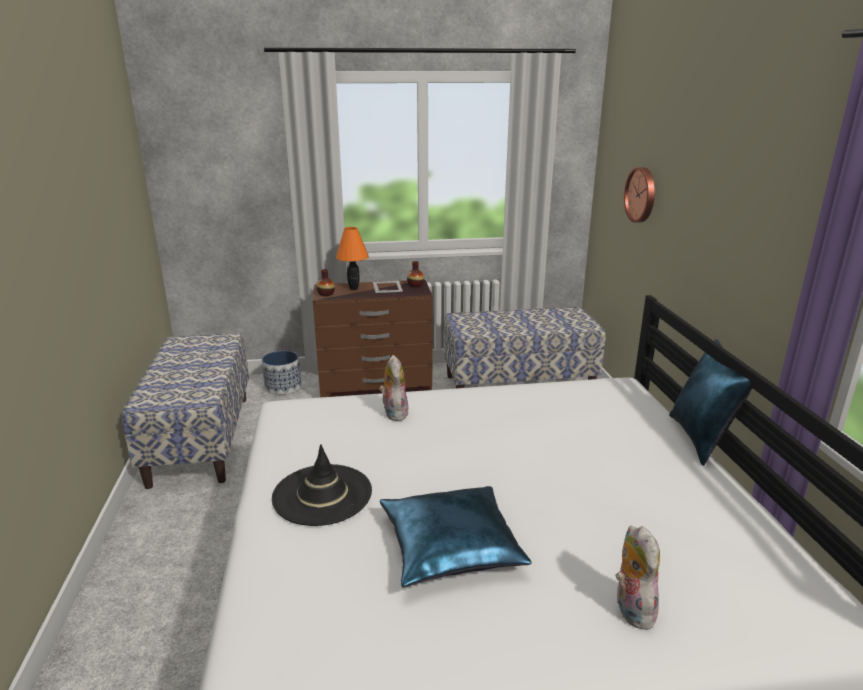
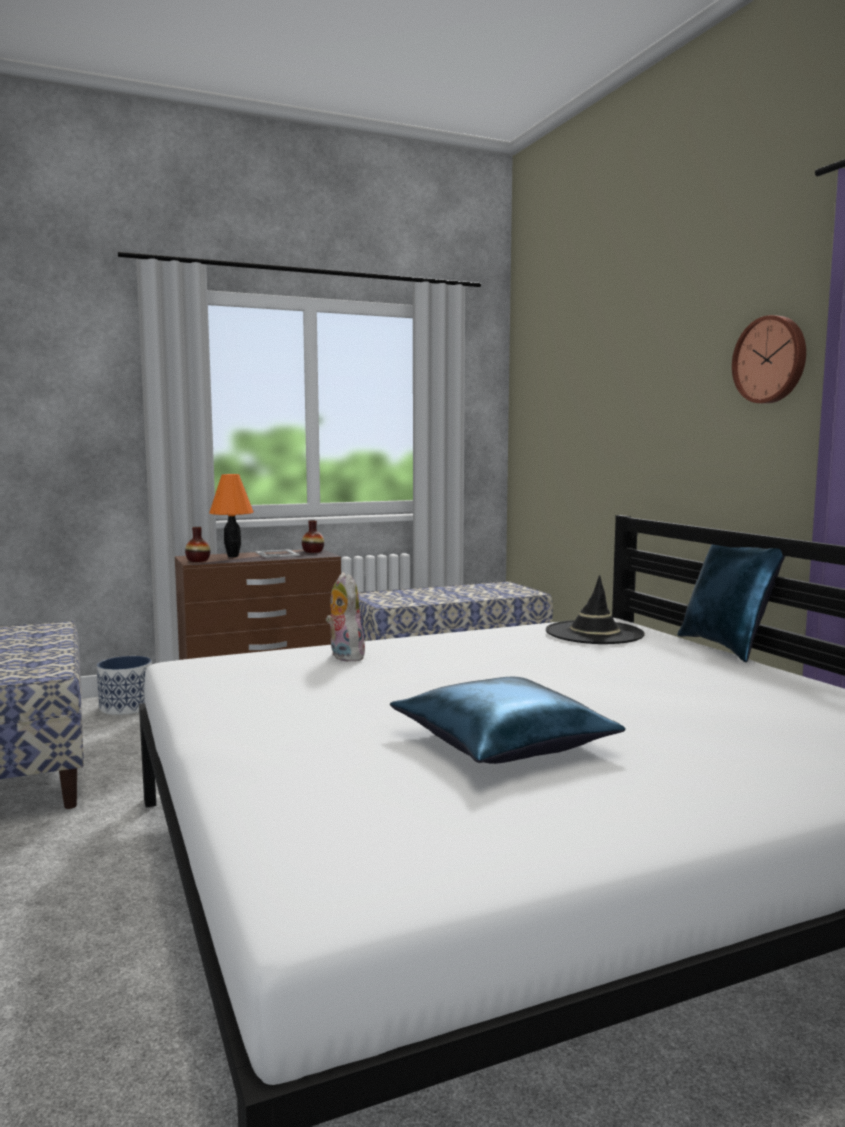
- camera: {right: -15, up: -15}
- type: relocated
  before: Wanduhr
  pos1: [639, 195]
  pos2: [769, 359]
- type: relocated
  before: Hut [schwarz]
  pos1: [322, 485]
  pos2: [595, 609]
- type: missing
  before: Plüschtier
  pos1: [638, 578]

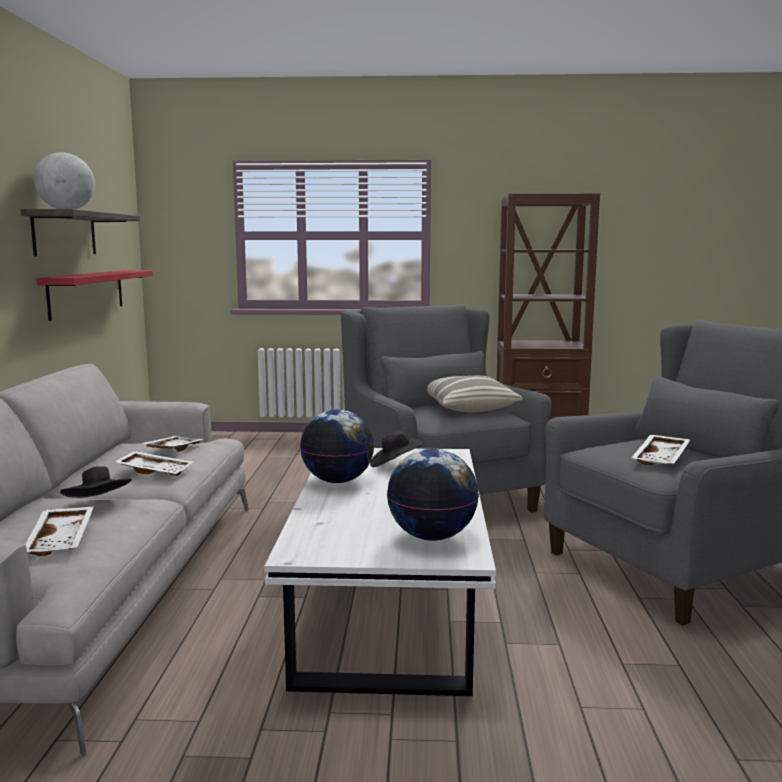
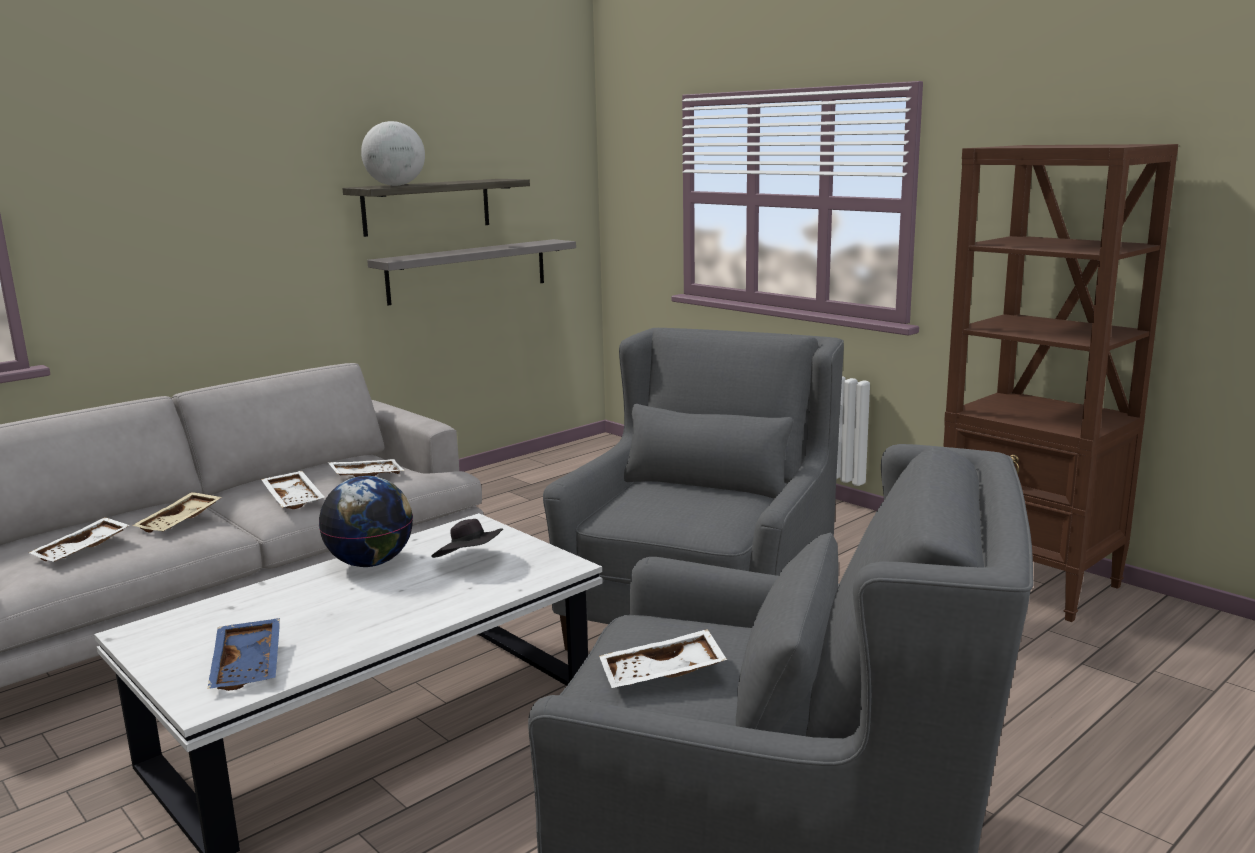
- camera: {right: 45, up: 5}
- type: colour
  before: Wandregal [rot]
  after: Wandregal [grau]
  pos1: [95, 295]
  pos2: [471, 272]
- type: missing
  before: Kissen
  pos1: [475, 393]
- type: exchanged
  before: Globus
  after: Tablett [blau]
  pos1: [433, 495]
  pos2: [244, 654]
- type: exchanged
  before: Hut [schwarz]
  after: Tablett [beige]
  pos1: [96, 482]
  pos2: [177, 512]

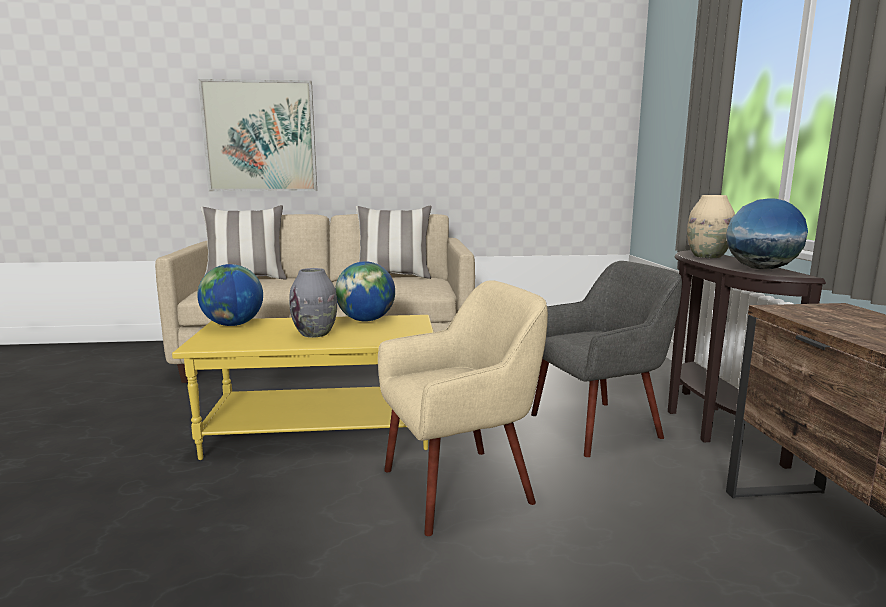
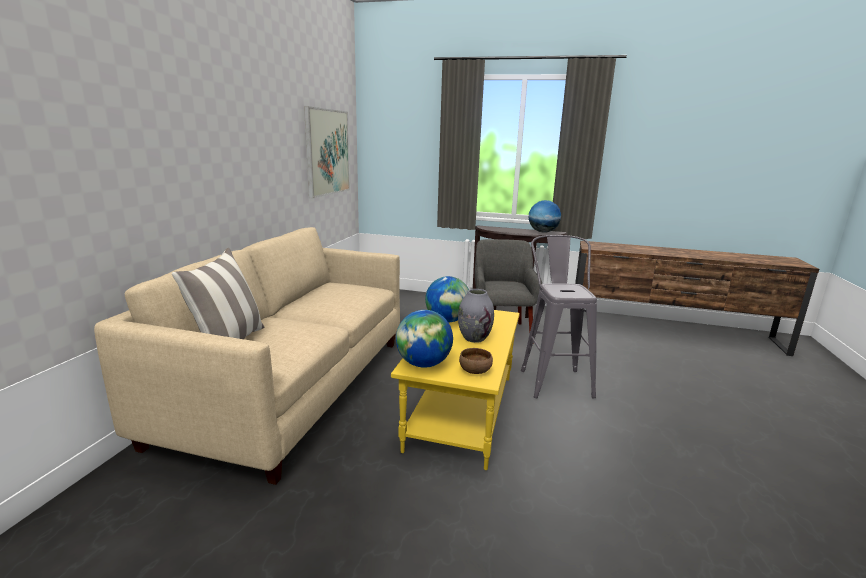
- camera: {right: -70, up: 5}
- type: relocated
  before: Bild
  pos1: [258, 135]
  pos2: [327, 152]
- type: missing
  before: Vase [beige]
  pos1: [711, 226]
- type: missing
  before: Kissen
  pos1: [393, 242]
- type: exchanged
  before: Sessel [beige]
  after: Hocker [grau]
  pos1: [463, 408]
  pos2: [559, 316]
- type: appeared
  after: Schüssel [braun]
  pos2: [476, 361]

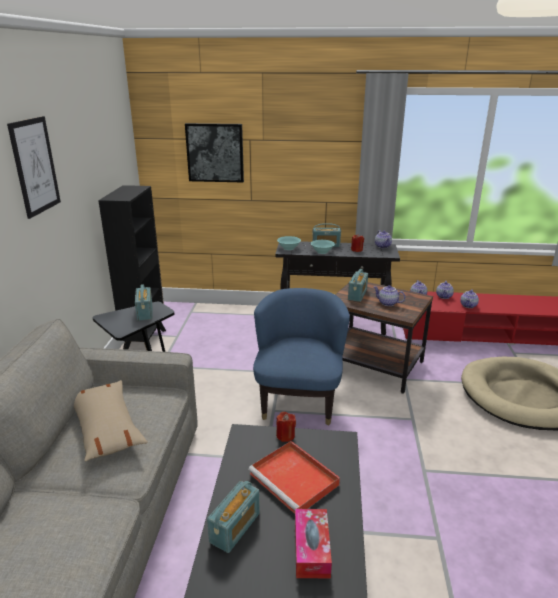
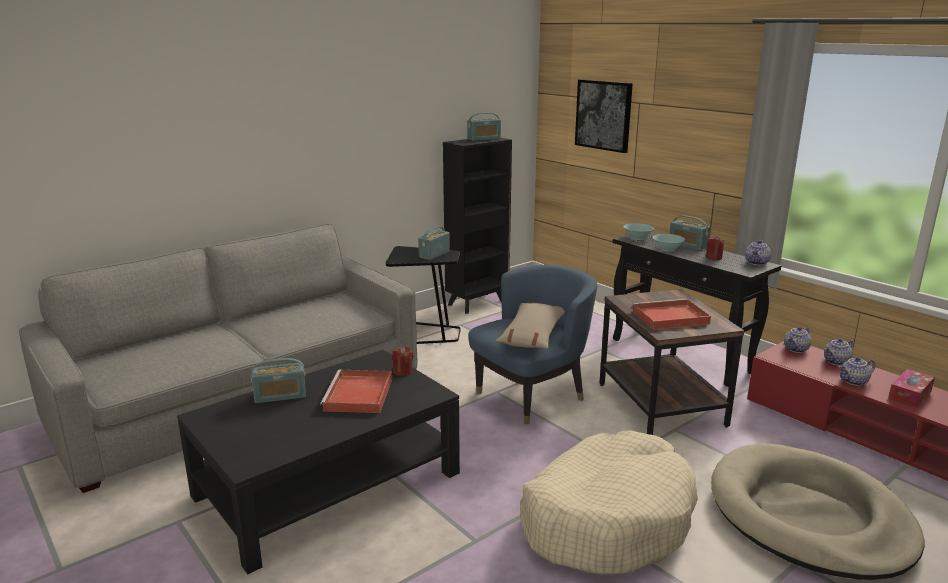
- camera: {right: 45, up: -5}
- type: missing
  before: Bild
  pos1: [34, 167]
- type: relocated
  before: Radio
  pos1: [358, 285]
  pos2: [484, 126]
- type: exchanged
  before: Teekanne
  after: Tablett [rot]
  pos1: [389, 295]
  pos2: [671, 314]
- type: relocated
  before: Kissen [beige]
  pos1: [111, 420]
  pos2: [530, 325]
- type: relocated
  before: Taschentuchbox
  pos1: [313, 543]
  pos2: [911, 388]
- type: appeared
  after: Hundebett [beige]
  pos2: [609, 502]

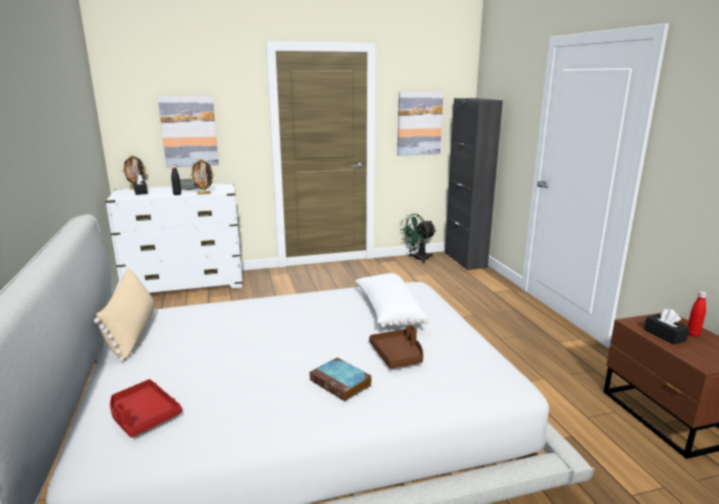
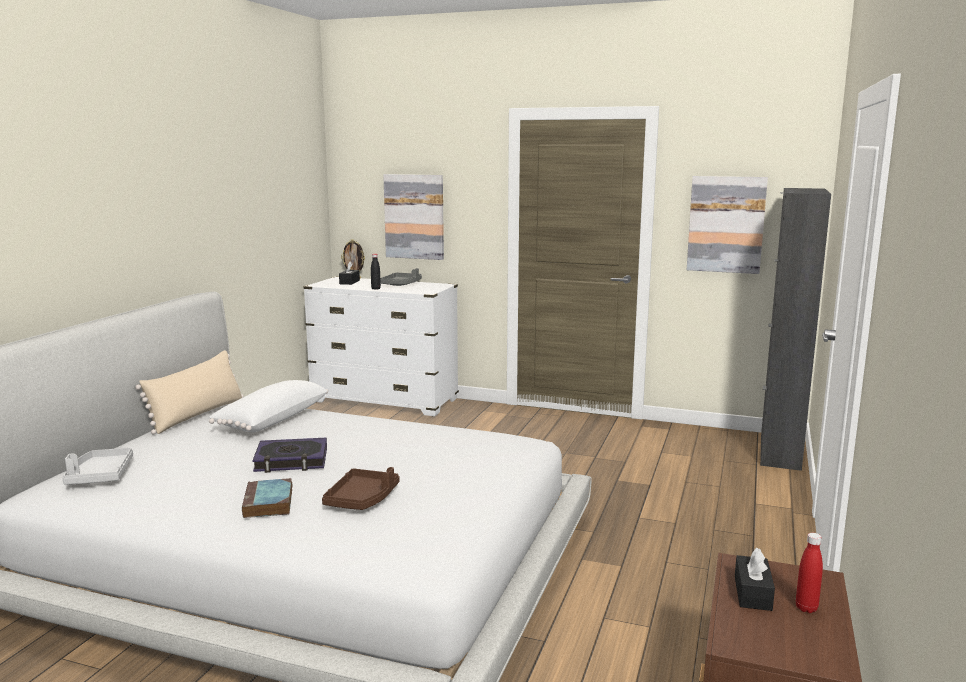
- camera: {right: 35, up: -5}
- type: missing
  before: Bilderrahmen
  pos1: [202, 177]
- type: missing
  before: Ventilator [grün]
  pos1: [418, 238]
- type: relocated
  before: Kissen [weiß]
  pos1: [391, 300]
  pos2: [268, 406]
- type: colour
  before: Tablett [rot]
  after: Tablett [grau]
  pos1: [146, 408]
  pos2: [97, 466]
- type: appeared
  after: Buch
  pos2: [289, 455]

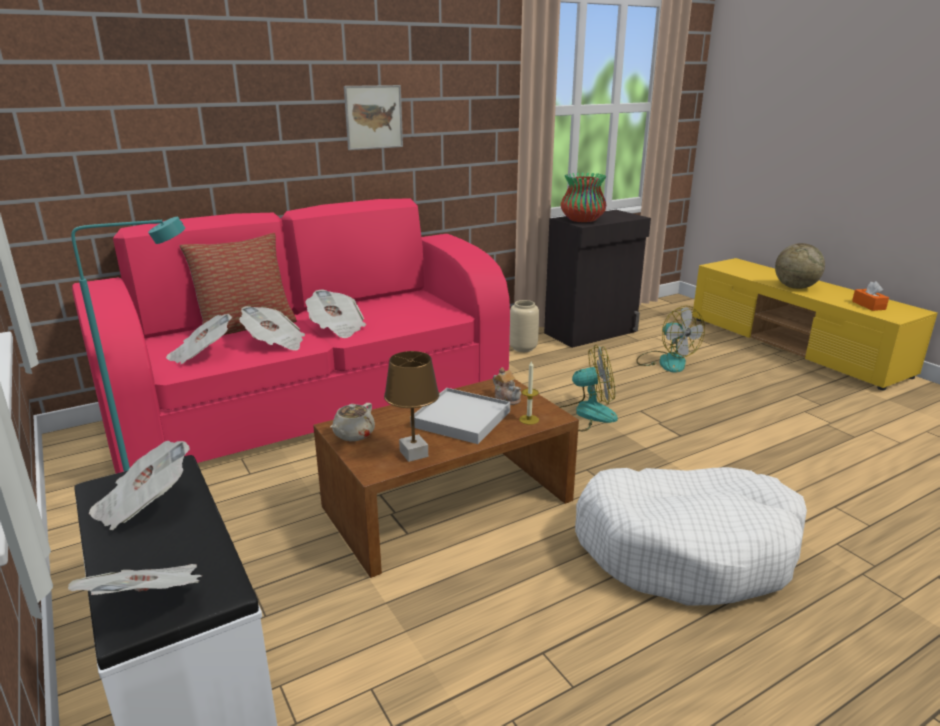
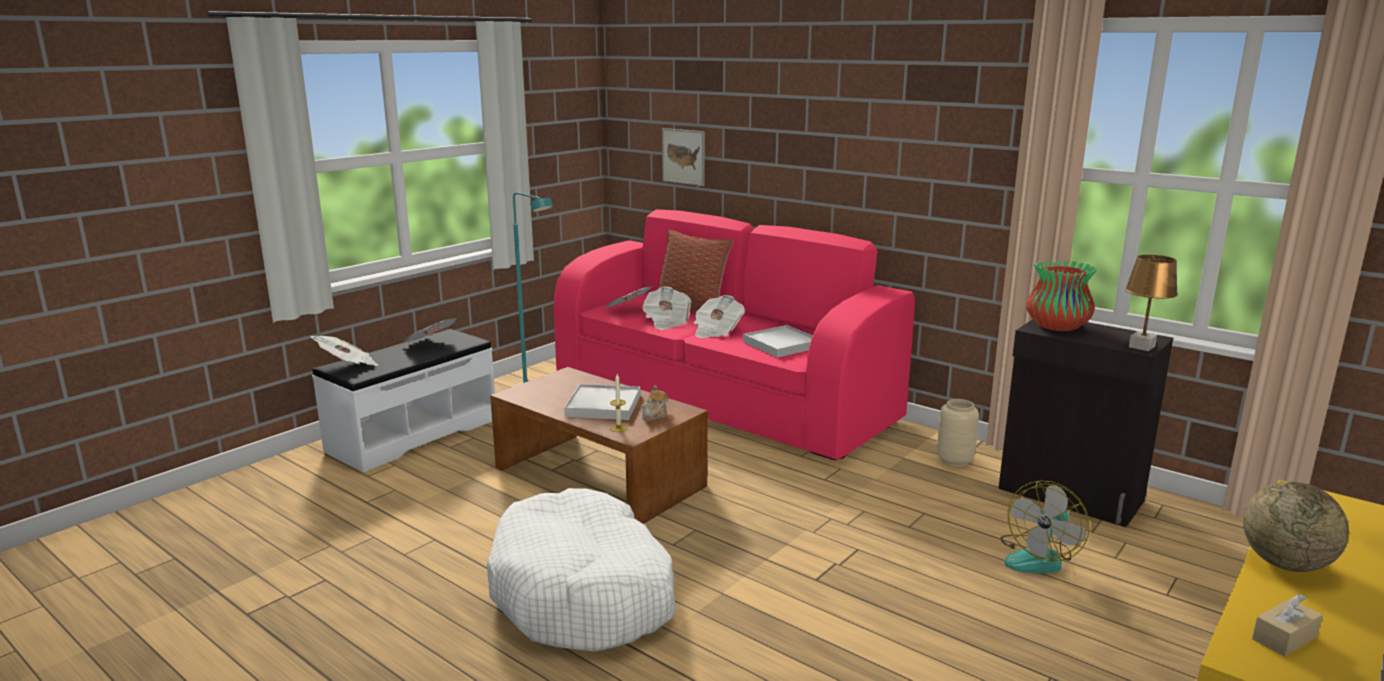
- camera: {right: 70, up: -5}
- type: relocated
  before: Bild
  pos1: [373, 117]
  pos2: [683, 157]
- type: colour
  before: Taschentuchbox [orange]
  after: Taschentuchbox [beige]
  pos1: [870, 296]
  pos2: [1287, 625]
- type: missing
  before: Ventilator
  pos1: [589, 387]
- type: relocated
  before: Tischlampe [braun]
  pos1: [411, 406]
  pos2: [1151, 303]
- type: missing
  before: Teekanne [beige]
  pos1: [352, 422]
- type: appeared
  after: Tablett [weiß]
  pos2: [778, 341]

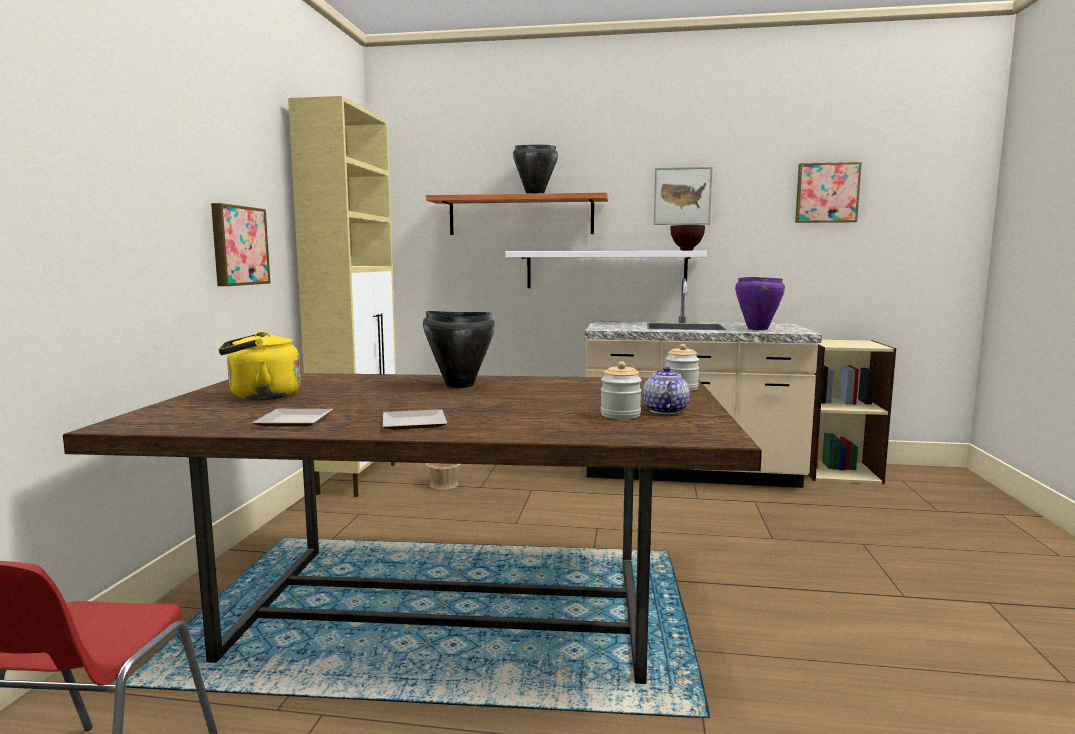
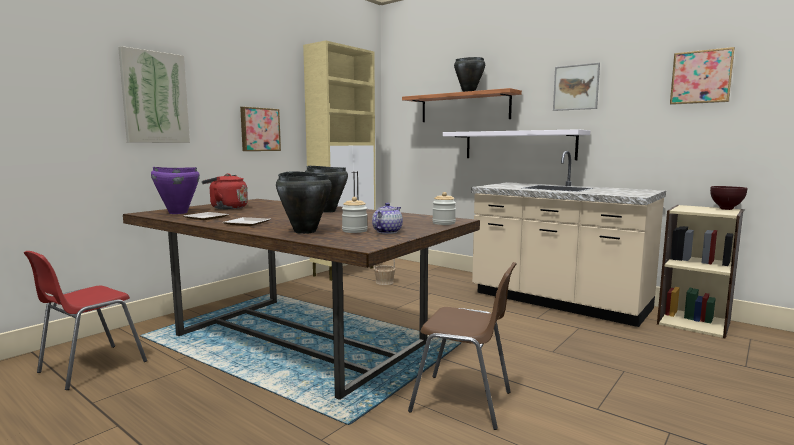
- camera: {right: 30, up: 0}
- type: relocated
  before: Schüssel [braun]
  pos1: [688, 238]
  pos2: [729, 198]
- type: relocated
  before: Kochtopf [lila]
  pos1: [760, 303]
  pos2: [175, 190]
- type: colour
  before: Wasserkessel [gelb]
  after: Wasserkessel [rot]
  pos1: [259, 365]
  pos2: [225, 191]
- type: appeared
  after: Bild
  pos2: [154, 94]
- type: appeared
  after: Kochtopf [schwarz]
  pos2: [304, 202]
- type: appeared
  after: Stuhl [braun]
  pos2: [462, 346]

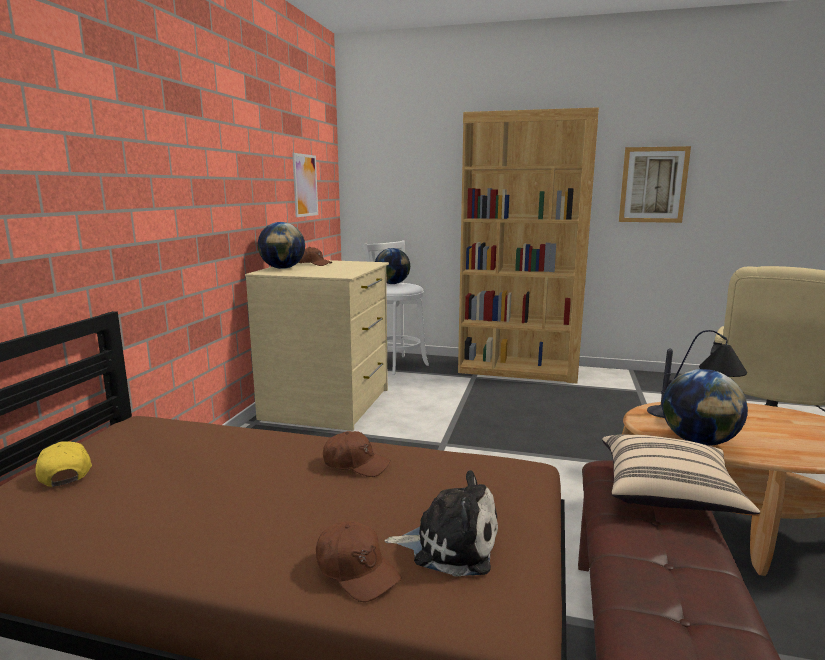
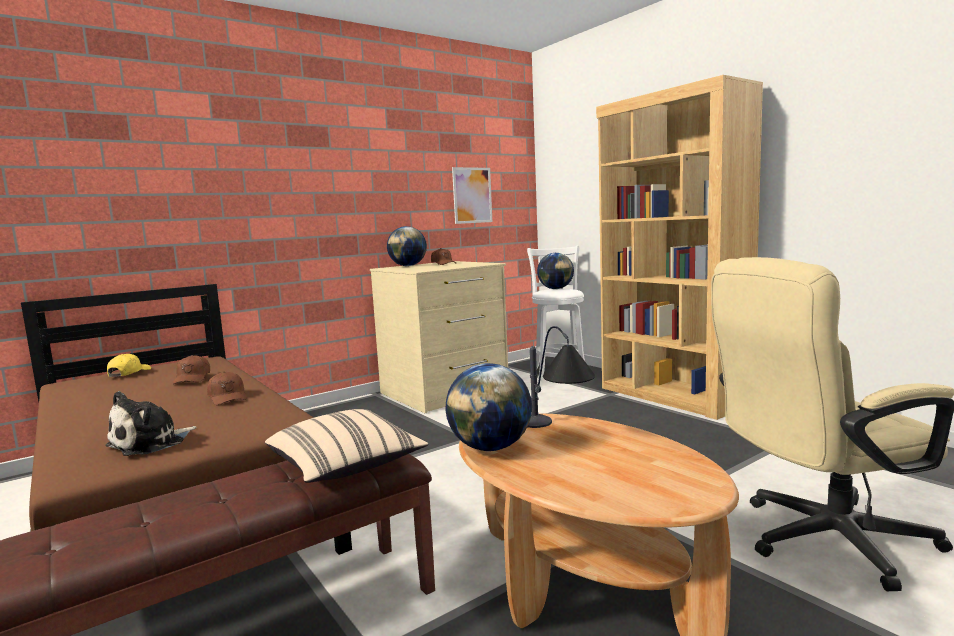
- camera: {right: 40, up: -5}
- type: missing
  before: Bild
  pos1: [655, 184]
- type: spun
  before: Plüschtier
  pos1: [441, 523]
  pos2: [151, 423]
  turn: 75
- type: relocated
  before: Kappe [braun]
  pos1: [358, 561]
  pos2: [191, 369]

